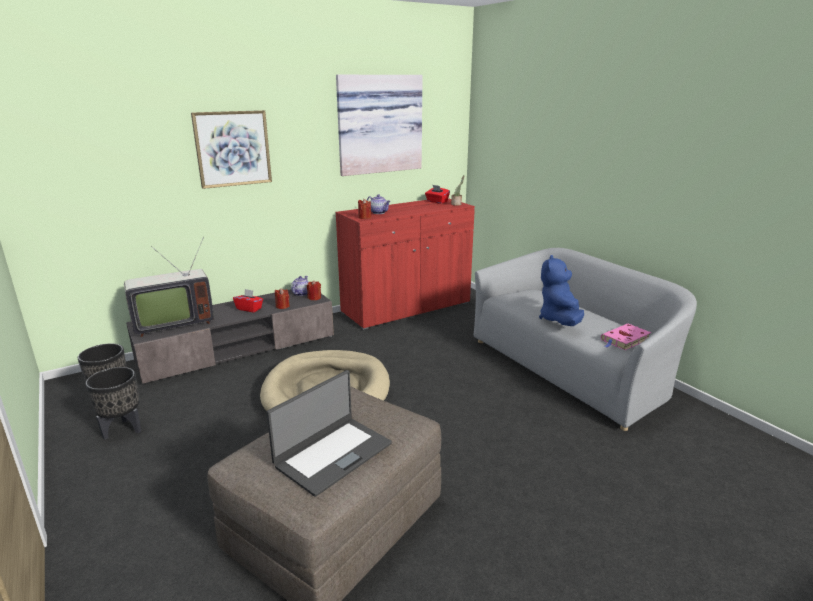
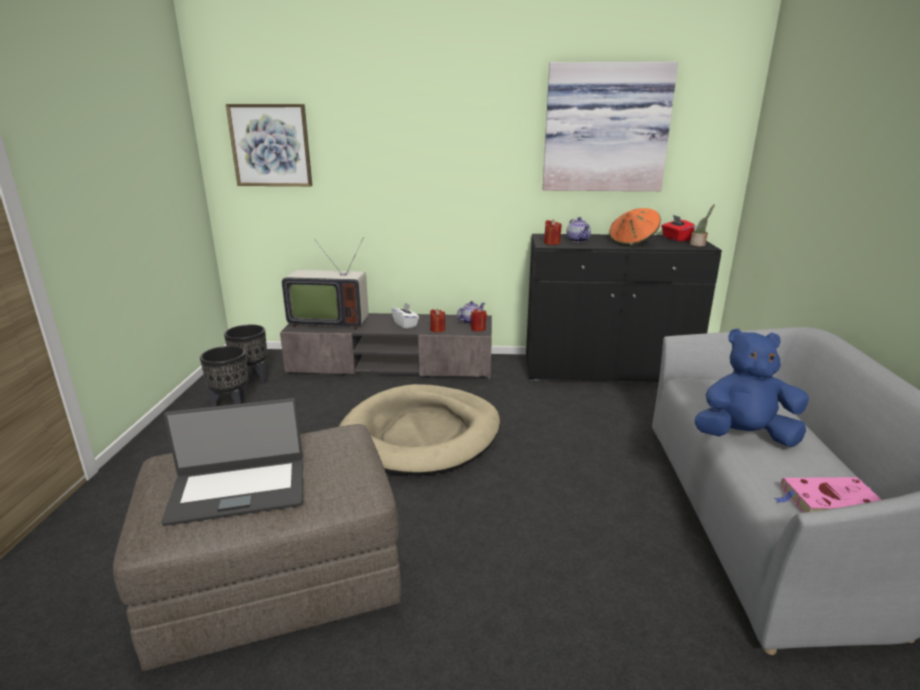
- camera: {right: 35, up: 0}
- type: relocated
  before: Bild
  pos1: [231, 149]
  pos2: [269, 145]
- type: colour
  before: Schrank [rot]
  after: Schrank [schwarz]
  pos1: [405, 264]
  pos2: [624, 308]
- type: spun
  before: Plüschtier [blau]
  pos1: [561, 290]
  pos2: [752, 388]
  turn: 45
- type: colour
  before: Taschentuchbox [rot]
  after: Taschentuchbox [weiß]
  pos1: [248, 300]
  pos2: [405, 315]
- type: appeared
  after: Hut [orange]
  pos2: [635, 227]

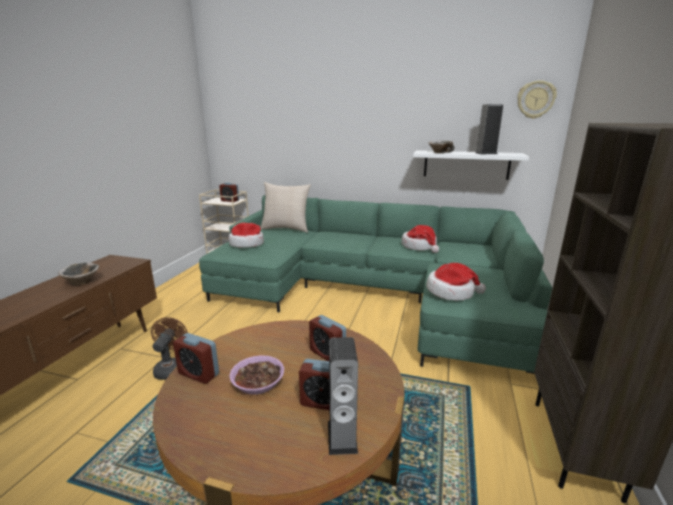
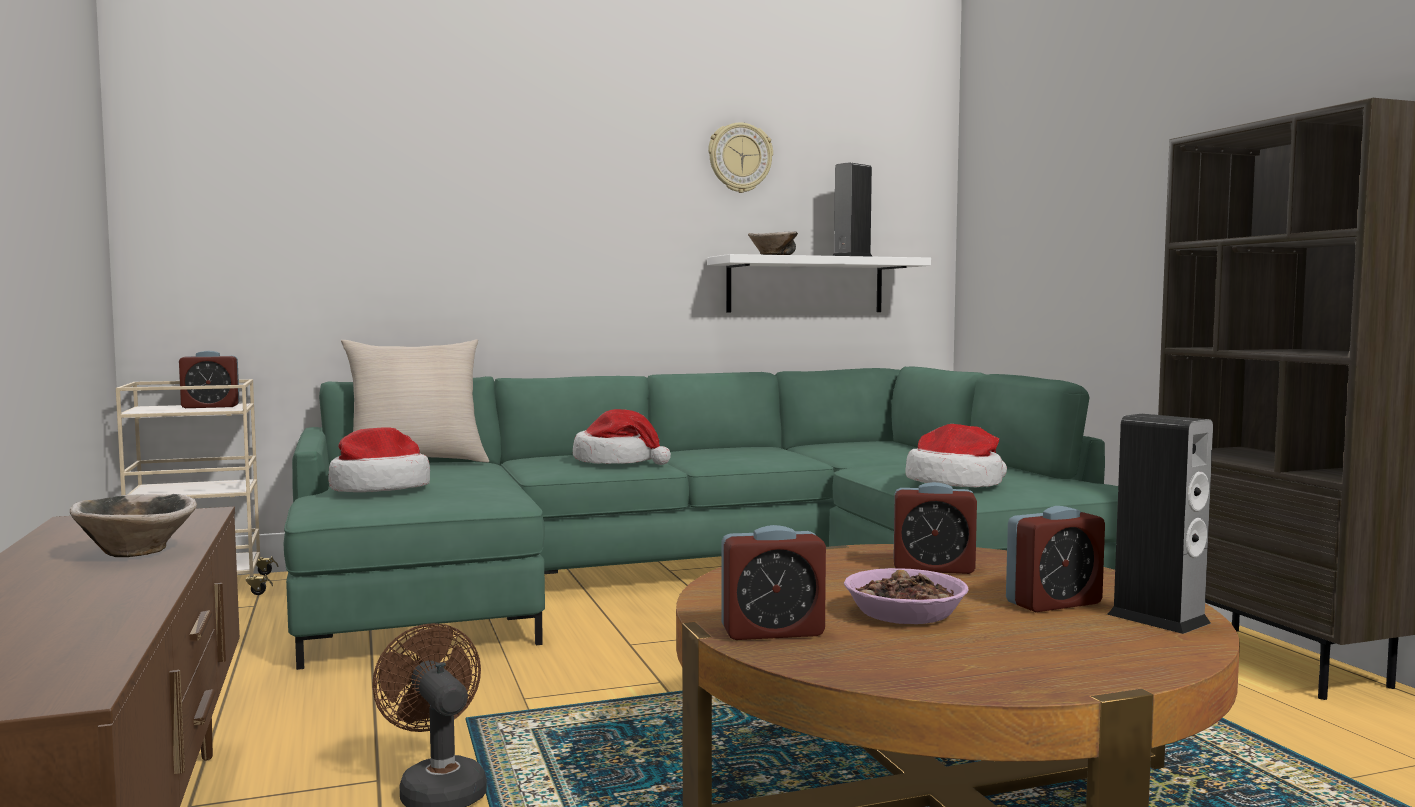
- camera: {right: -35, up: -15}
- type: relocated
  before: Wanduhr
  pos1: [537, 99]
  pos2: [740, 158]
- type: relocated
  before: Hut
  pos1: [420, 239]
  pos2: [622, 437]

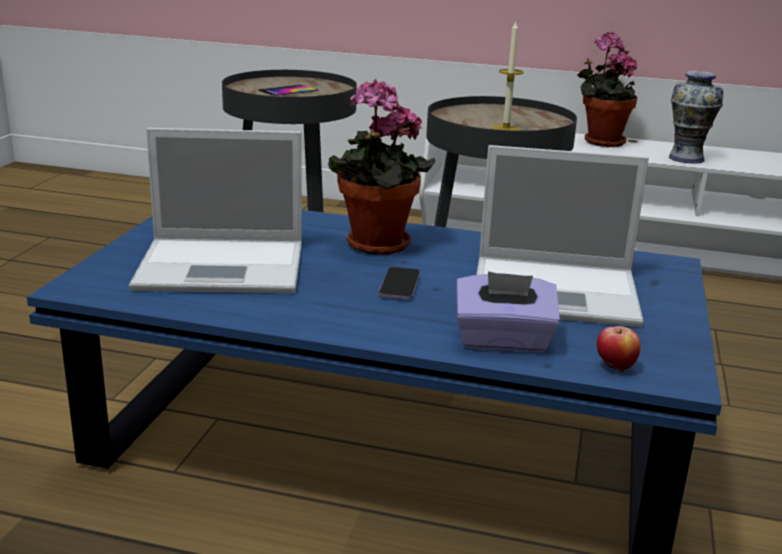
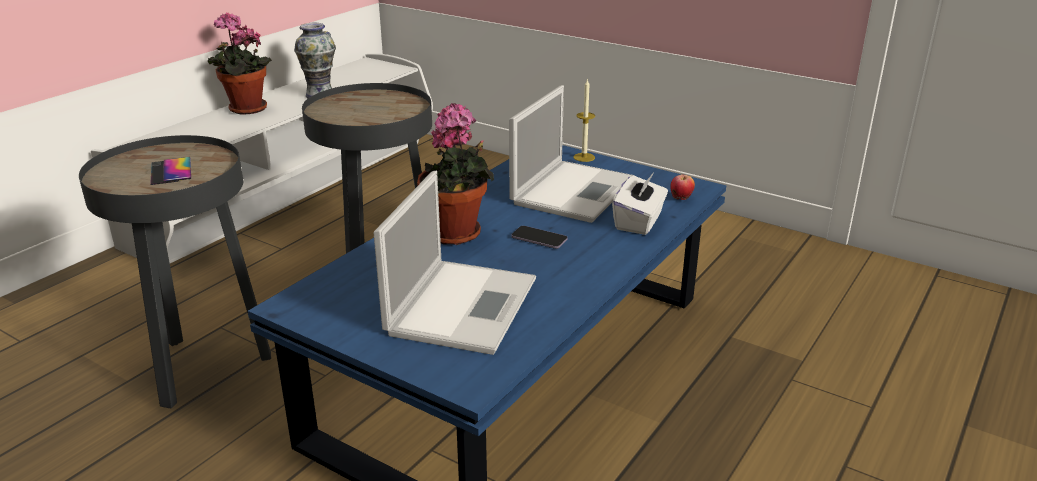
- camera: {right: -70, up: 5}
- type: relocated
  before: Kerze
  pos1: [508, 76]
  pos2: [584, 121]
- type: colour
  before: Taschentuchbox [lila]
  after: Taschentuchbox [weiß]
  pos1: [508, 311]
  pos2: [640, 204]

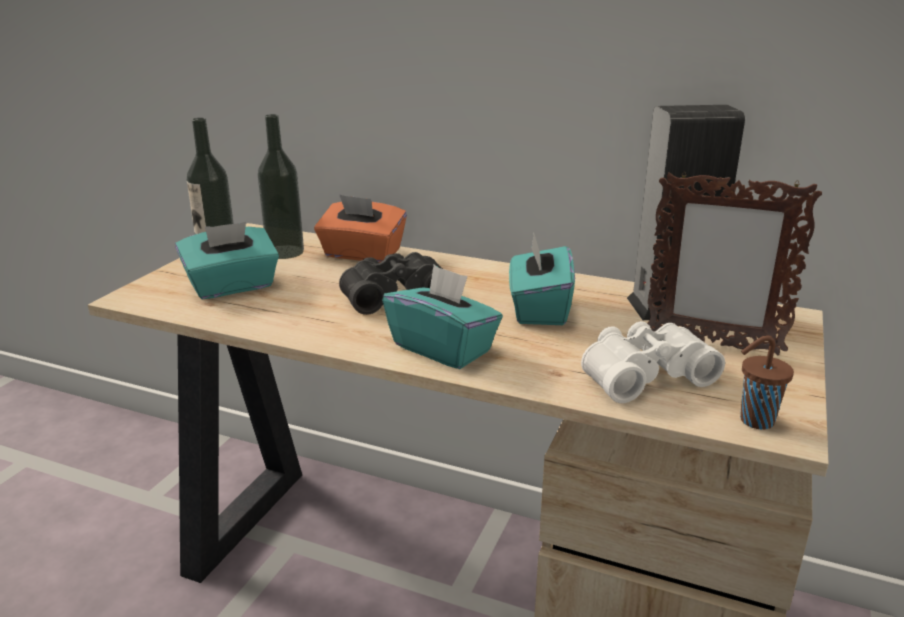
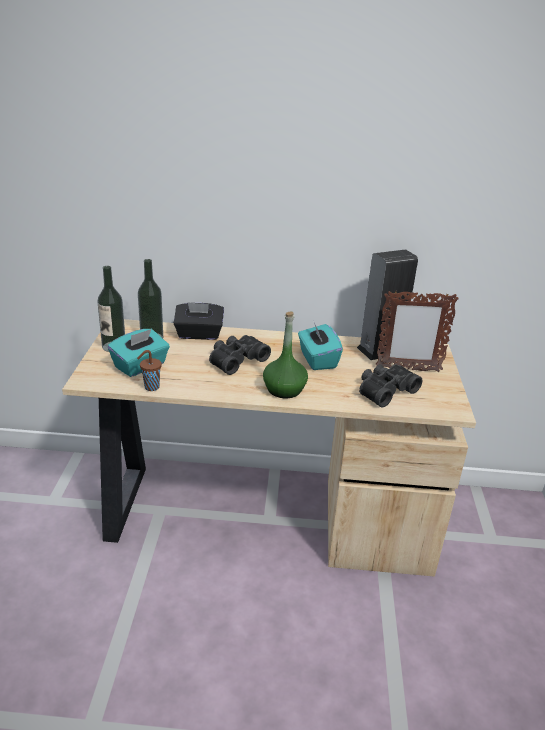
- camera: {right: -20, up: 5}
- type: colour
  before: Taschentuchbox [orange]
  after: Taschentuchbox [schwarz]
  pos1: [360, 228]
  pos2: [199, 321]
- type: exchanged
  before: Taschentuchbox [türkis]
  after: Flasche [grün]
  pos1: [442, 317]
  pos2: [285, 355]
- type: colour
  before: Fernglas [weiß]
  after: Fernglas [schwarz]
  pos1: [653, 362]
  pos2: [390, 385]
- type: relocated
  before: Tasse [braun]
  pos1: [767, 383]
  pos2: [149, 370]

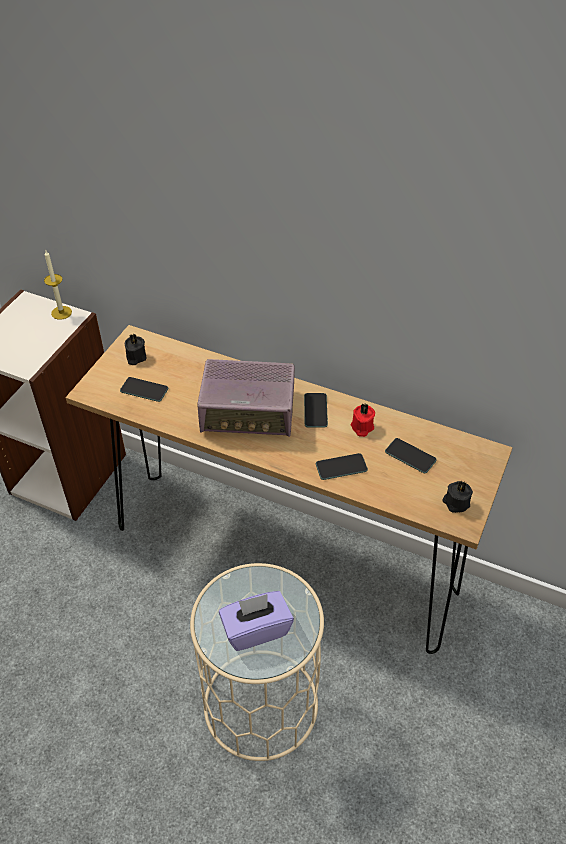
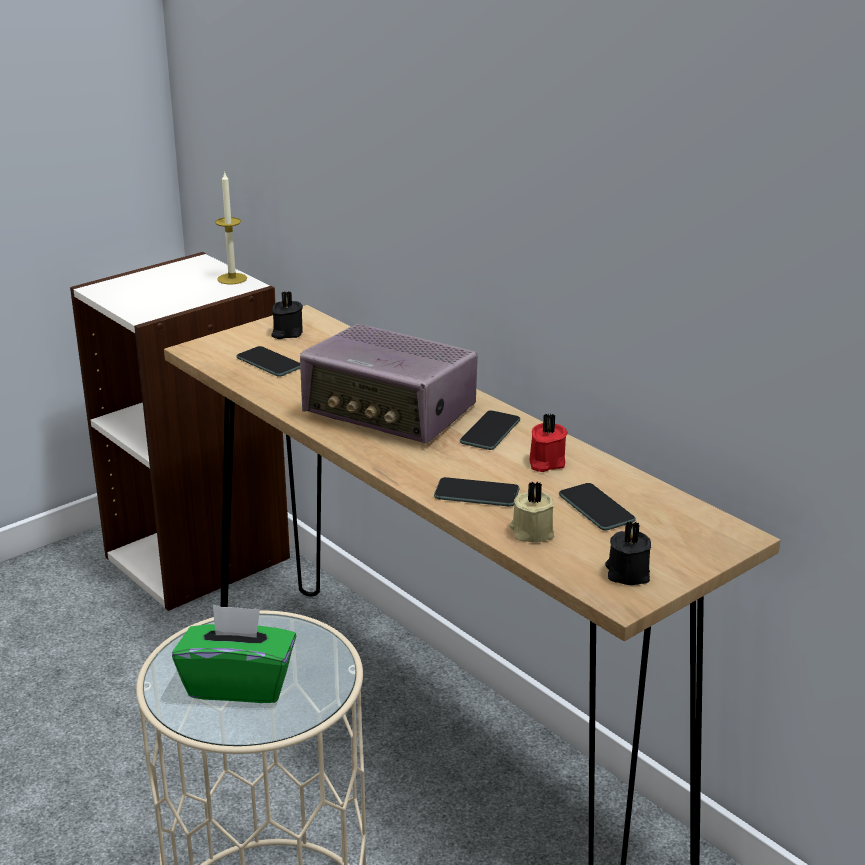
- camera: {right: 25, up: -20}
- type: colour
  before: Taschentuchbox [lila]
  after: Taschentuchbox [grün]
  pos1: [256, 621]
  pos2: [234, 653]
- type: appeared
  after: Kerze [beige]
  pos2: [532, 512]

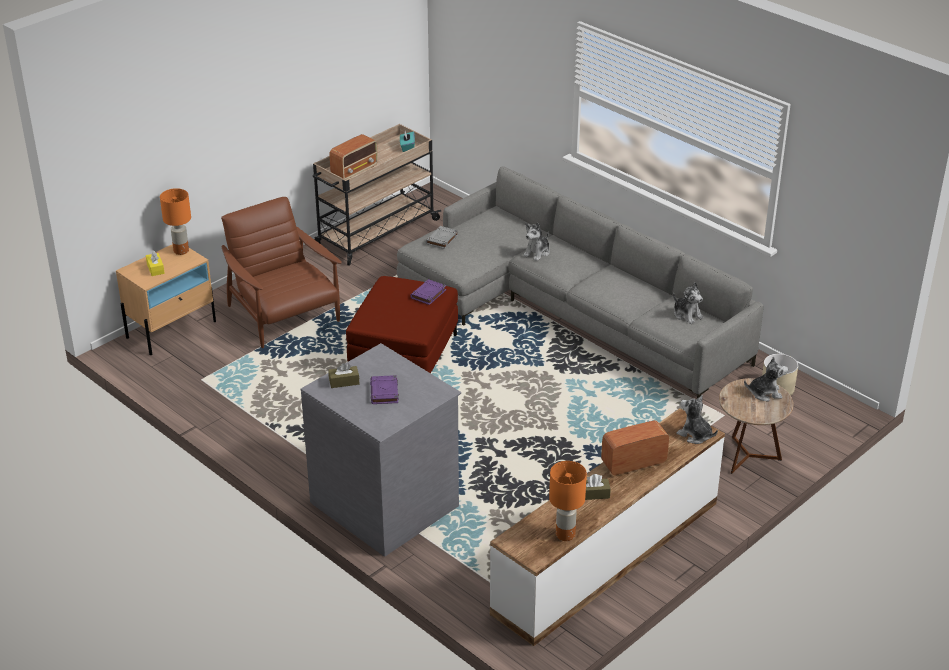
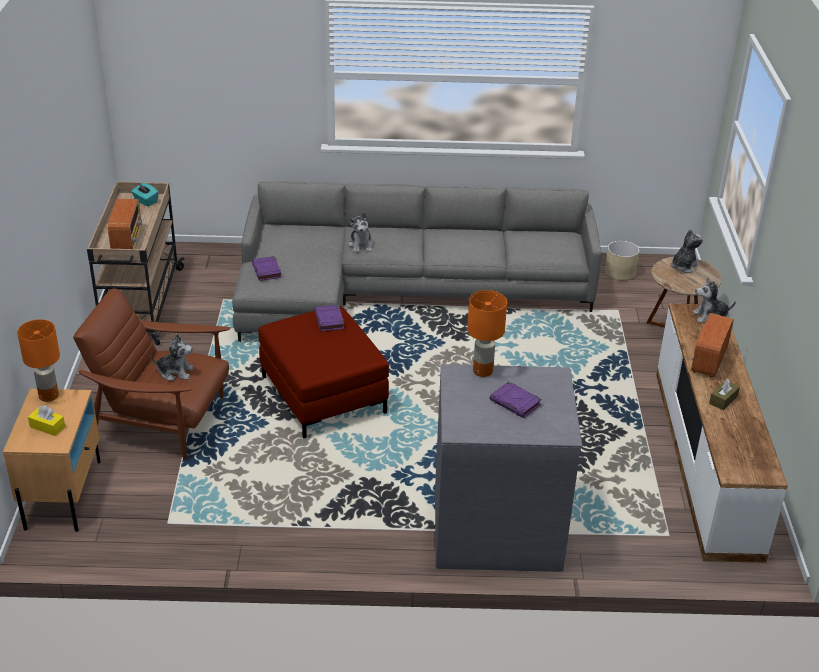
- camera: {right: -45, up: 0}
- type: colour
  before: Buch [grau]
  after: Buch [lila]
  pos1: [442, 237]
  pos2: [267, 268]
- type: relocated
  before: Plüschtier
  pos1: [688, 303]
  pos2: [172, 357]
- type: missing
  before: Taschentuchbox [braun]
  pos1: [343, 375]
- type: relocated
  before: Tischlampe [orange]
  pos1: [568, 501]
  pos2: [487, 333]

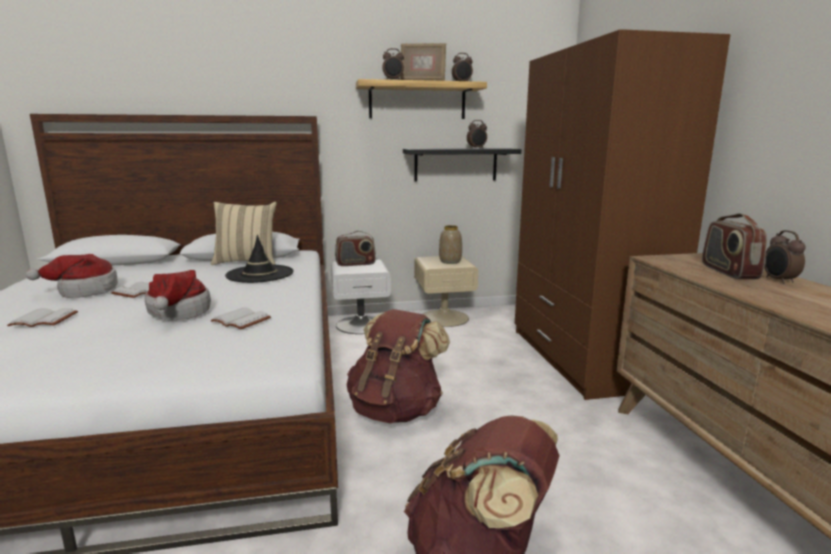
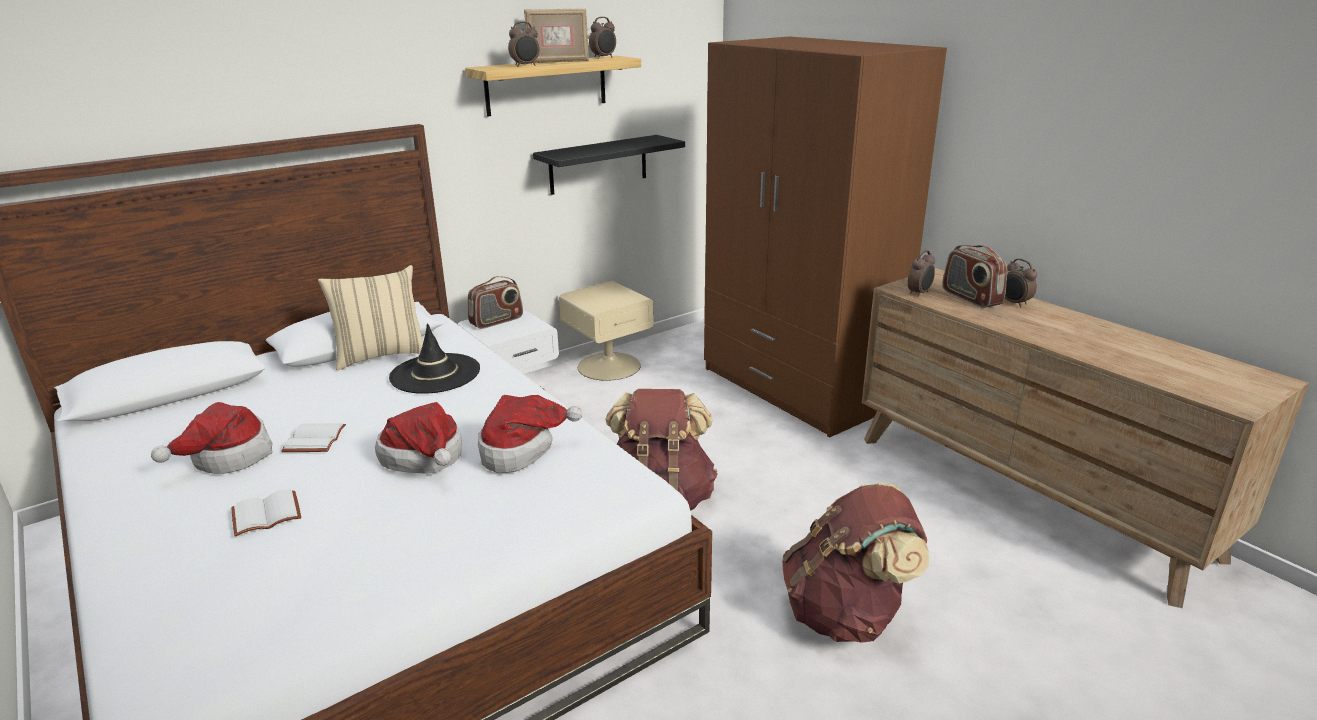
- camera: {right: -25, up: 10}
- type: relocated
  before: Wecker
  pos1: [477, 134]
  pos2: [921, 273]
- type: missing
  before: Vase
  pos1: [450, 244]
- type: exchanged
  before: Buch [weiß]
  after: Hut
  pos1: [241, 318]
  pos2: [530, 434]

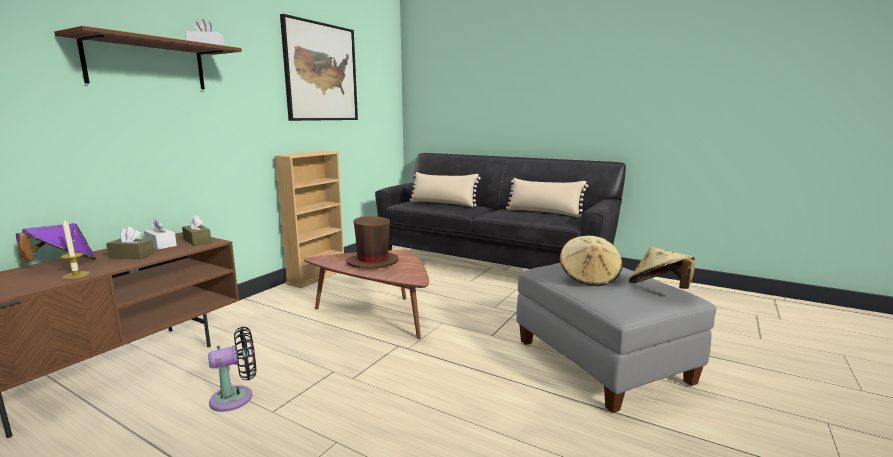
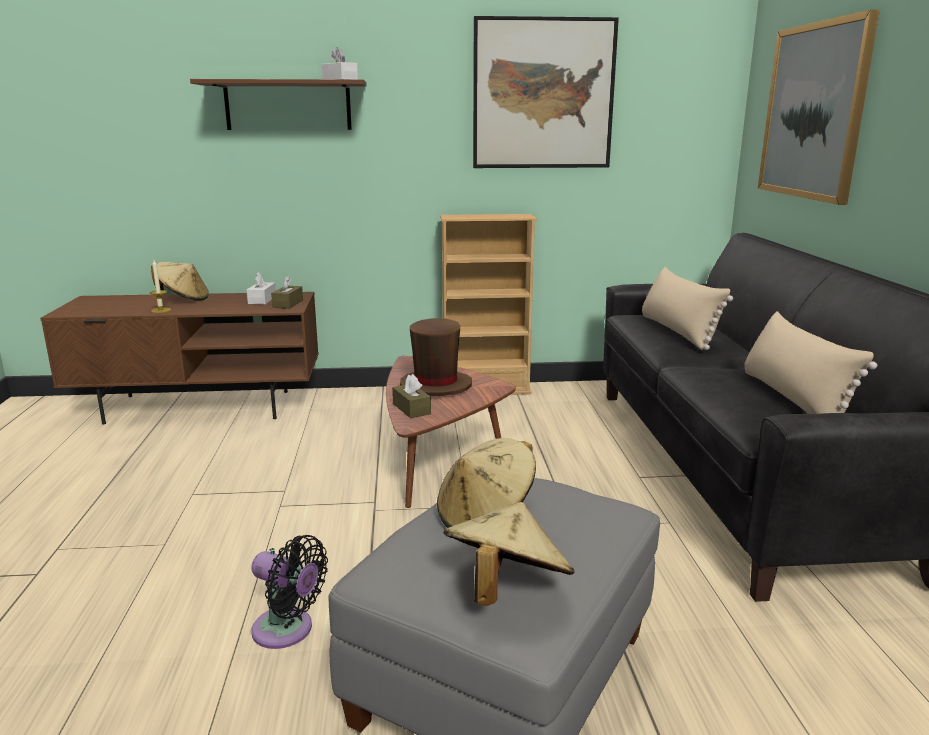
- camera: {right: 55, up: 5}
- type: colour
  before: Hut [lila]
  after: Hut [beige]
  pos1: [56, 242]
  pos2: [180, 281]
- type: relocated
  before: Taschentuchbox [braun]
  pos1: [130, 243]
  pos2: [411, 396]
- type: relocated
  before: Ventilator [schwarz]
  pos1: [232, 369]
  pos2: [289, 592]
- type: appeared
  after: Bild
  pos2: [819, 107]

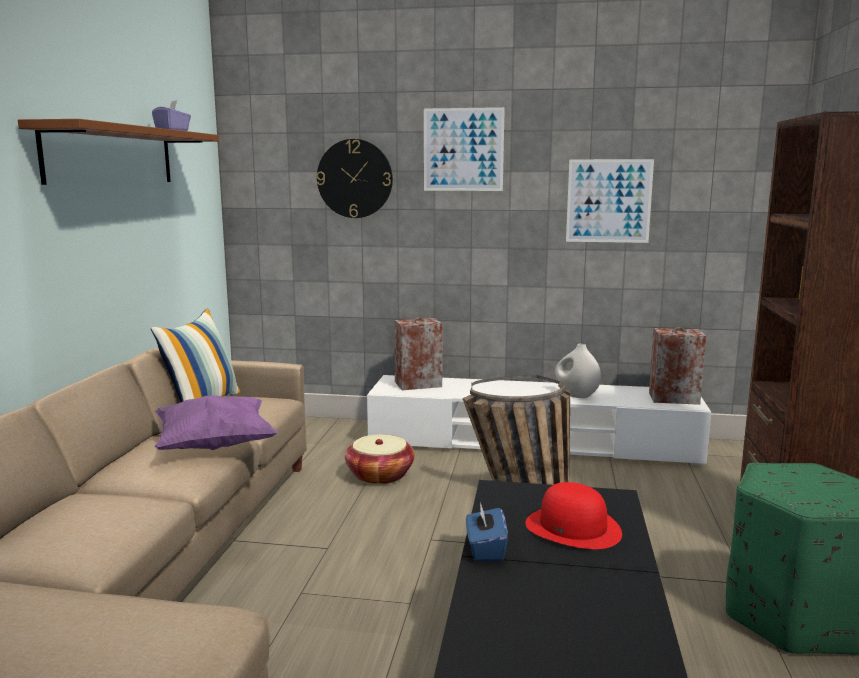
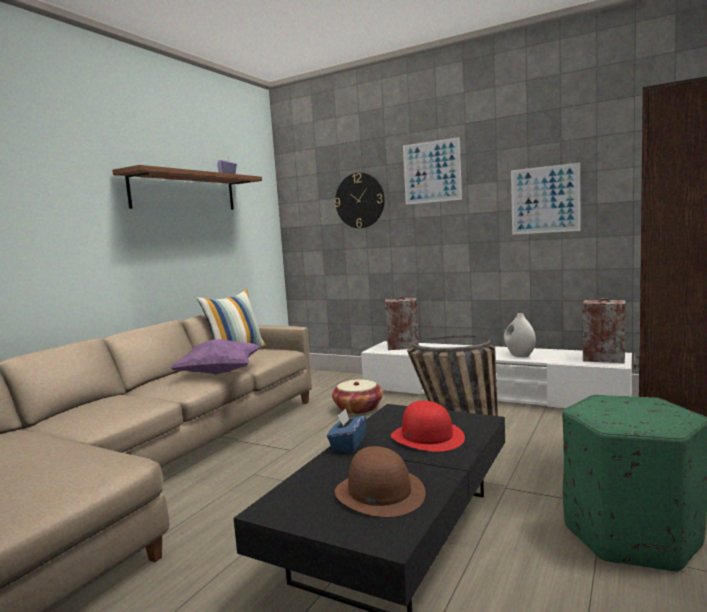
- camera: {right: 20, up: -5}
- type: appeared
  after: Hut [braun]
  pos2: [380, 481]

